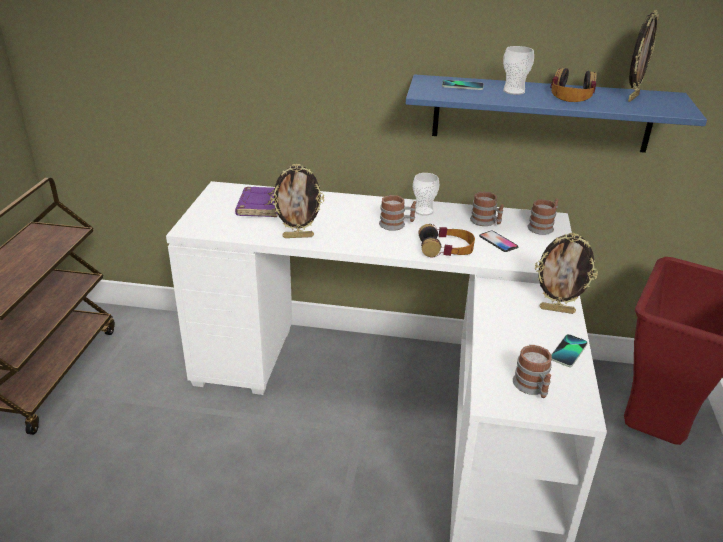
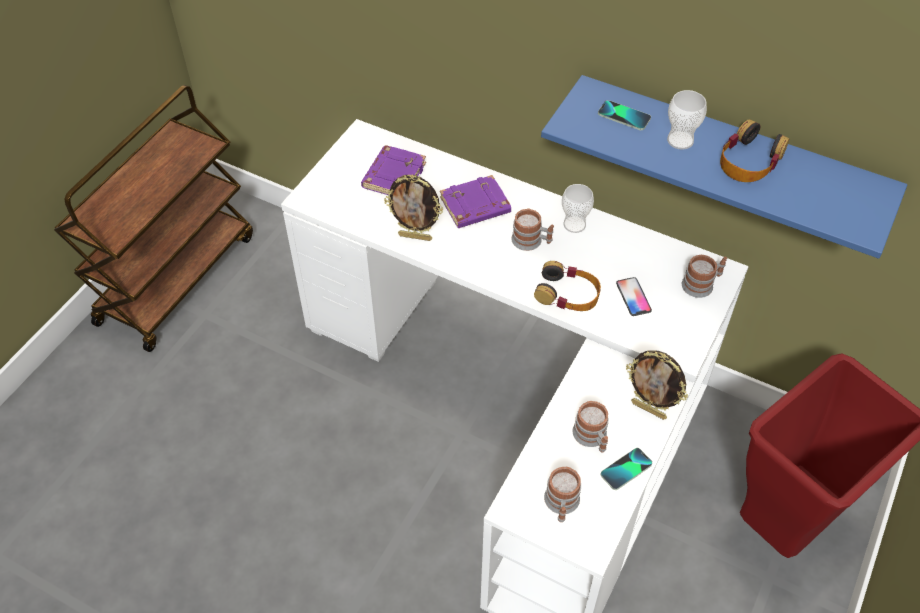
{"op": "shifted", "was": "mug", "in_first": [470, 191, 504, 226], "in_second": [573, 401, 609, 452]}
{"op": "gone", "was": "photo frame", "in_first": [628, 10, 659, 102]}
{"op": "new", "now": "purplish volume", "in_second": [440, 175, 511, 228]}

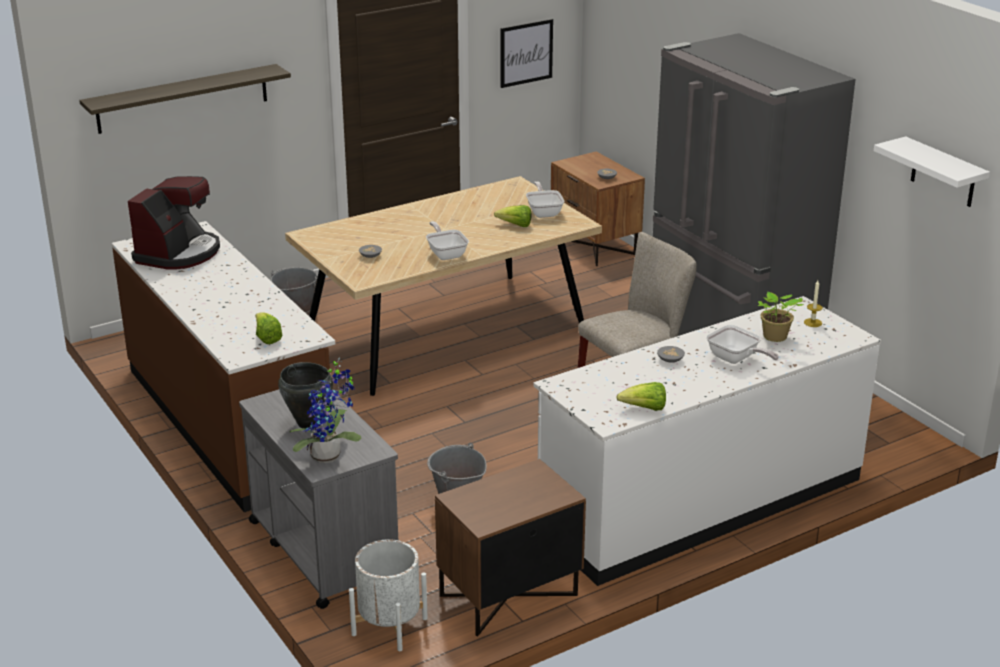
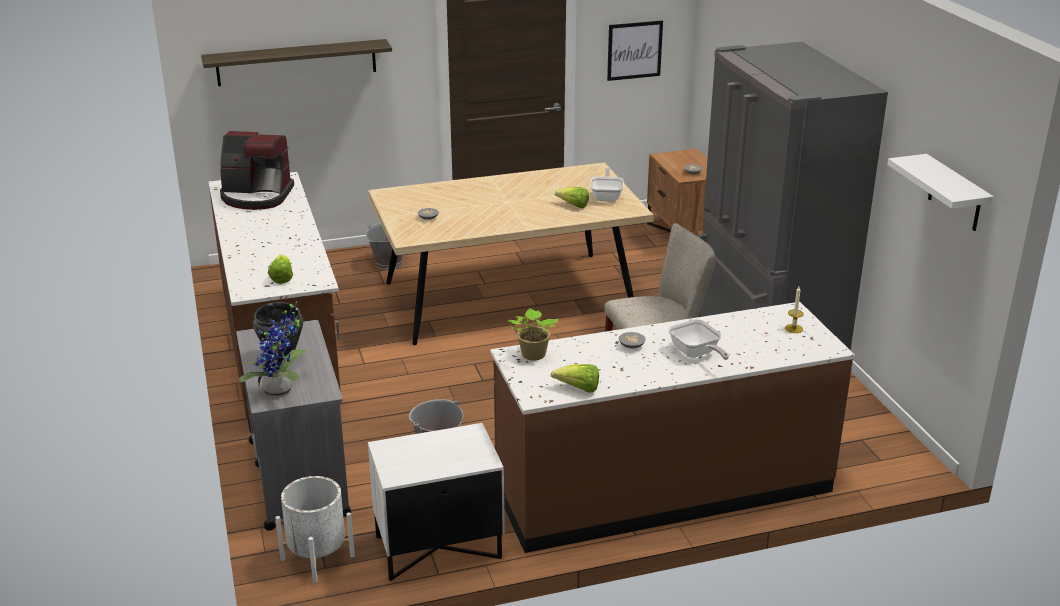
{"op": "rotated", "was": "coffee brewer", "in_first": [128, 176, 220, 269], "in_second": [220, 131, 294, 210], "clockwise": 60}
{"op": "gone", "was": "skillet", "in_first": [426, 221, 469, 260]}
{"op": "repainted", "was": "brown night table", "now": "white-coloured night table", "in_first": [435, 459, 586, 636], "in_second": [368, 423, 505, 581]}
{"op": "repainted", "was": "white-coloured counter", "now": "brown counter", "in_first": [533, 296, 881, 586], "in_second": [490, 302, 855, 553]}
{"op": "shifted", "was": "plant in a pot", "in_first": [758, 292, 804, 342], "in_second": [508, 308, 558, 360]}

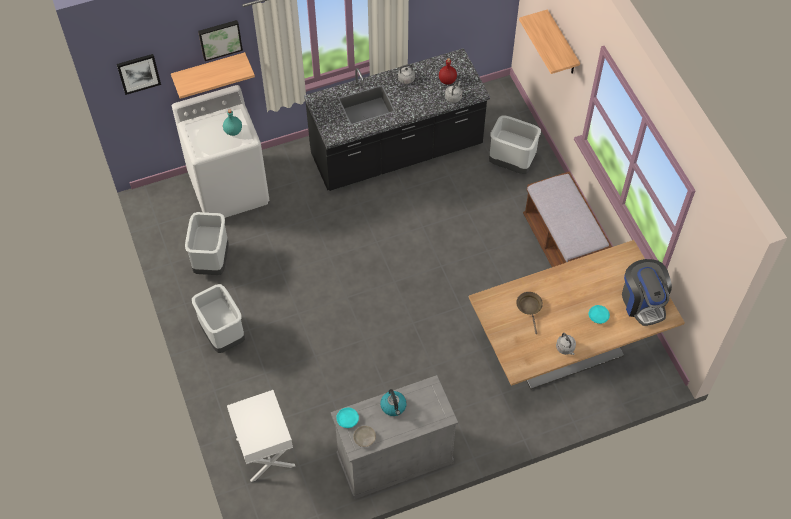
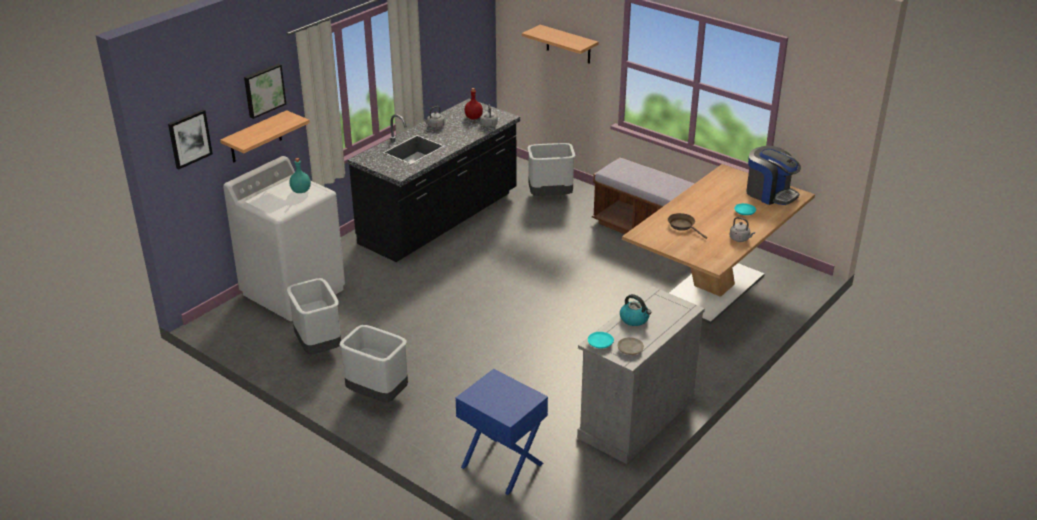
{"op": "repainted", "was": "white-coloured night table", "now": "bluish night table", "in_first": [227, 390, 295, 482], "in_second": [455, 369, 548, 495]}

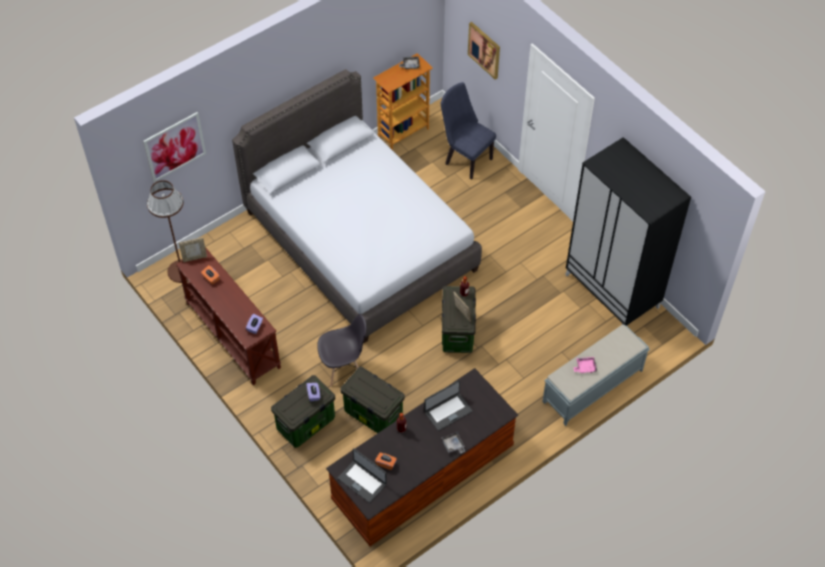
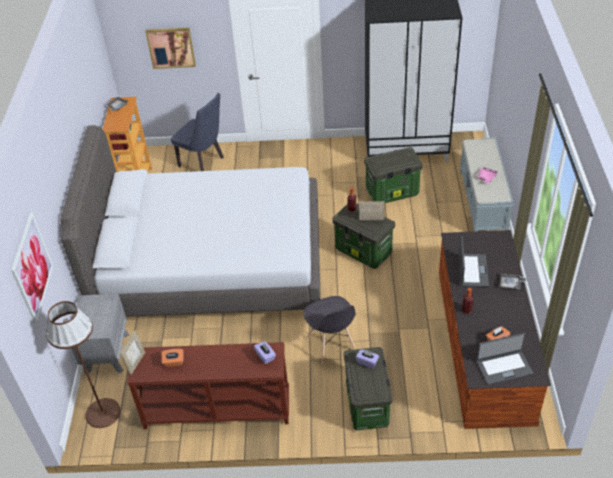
{"op": "rotated", "was": "greyish chair", "in_first": [317, 314, 367, 387], "in_second": [303, 296, 356, 364], "clockwise": 135}
{"op": "shifted", "was": "storage container", "in_first": [340, 367, 405, 433], "in_second": [364, 147, 423, 203]}
{"op": "rotated", "was": "bluish chair", "in_first": [441, 82, 496, 180], "in_second": [171, 93, 224, 171], "clockwise": -135}
{"op": "new", "now": "greyish night table", "in_second": [72, 294, 130, 374]}

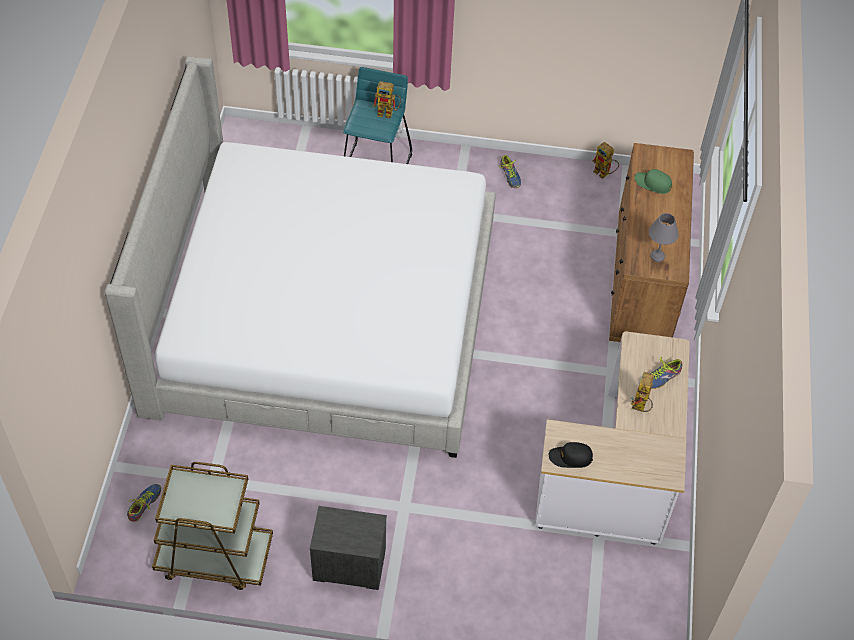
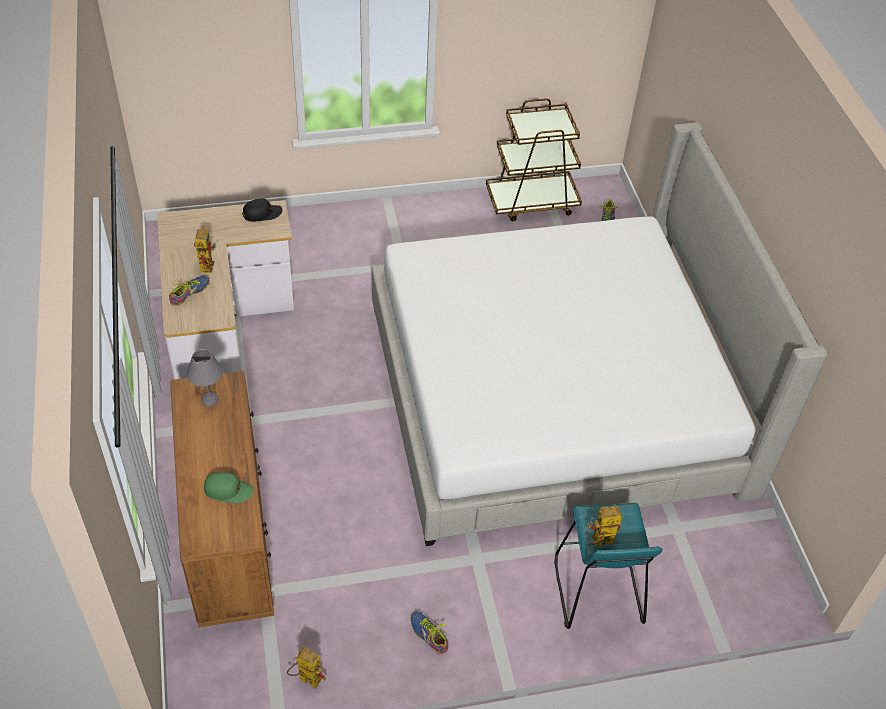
{"op": "gone", "was": "night table", "in_first": [310, 506, 387, 590]}

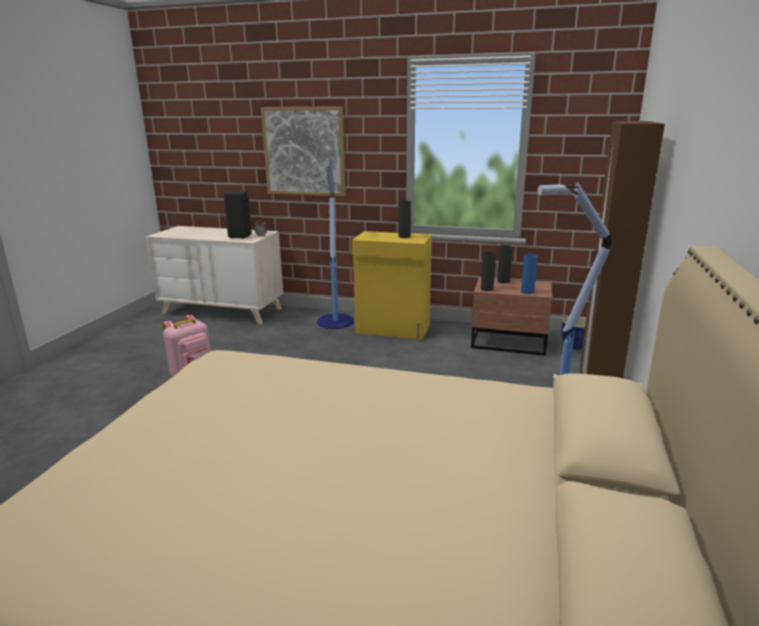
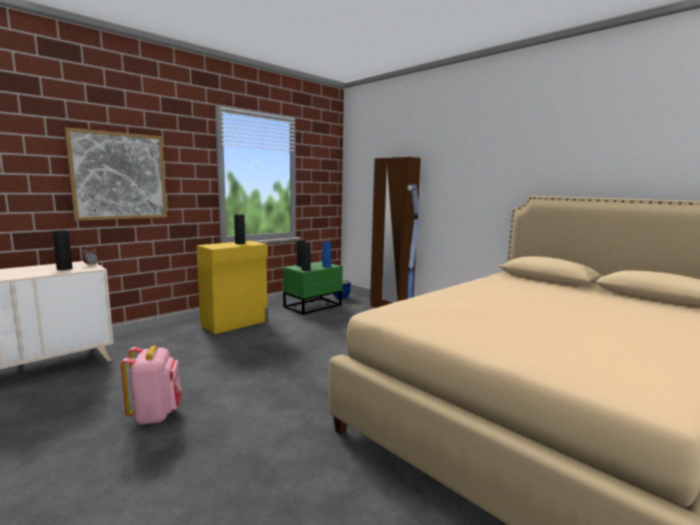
{"op": "swapped", "was": "black-coloured speaker", "now": "black-coloured flower vase", "in_first": [223, 191, 252, 239], "in_second": [52, 230, 73, 270]}
{"op": "gone", "was": "standard lamp", "in_first": [317, 157, 354, 329]}
{"op": "repainted", "was": "brown night table", "now": "greenish night table", "in_first": [471, 277, 552, 356], "in_second": [283, 261, 343, 315]}

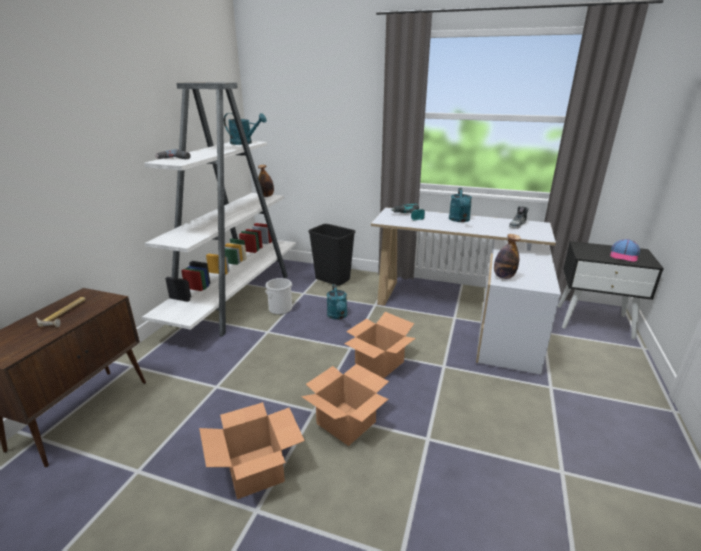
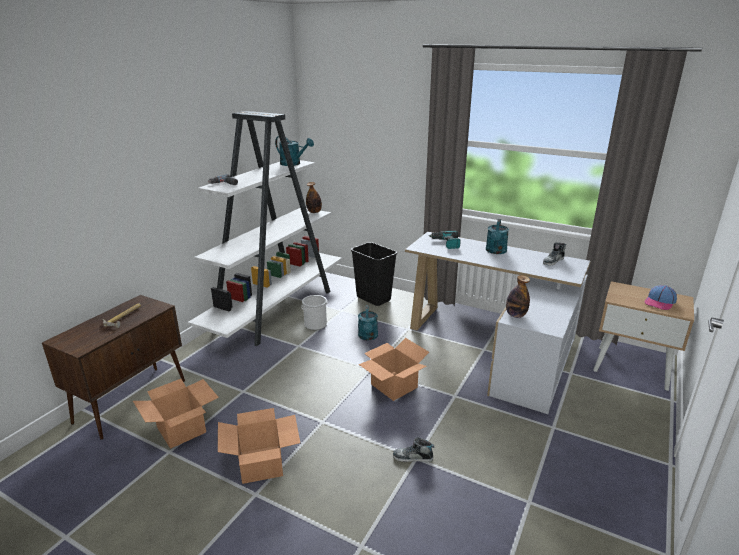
{"op": "shifted", "was": "carton", "in_first": [301, 364, 389, 446], "in_second": [133, 379, 219, 449]}
{"op": "repainted", "was": "black-coloured night table", "now": "sand-coloured night table", "in_first": [558, 241, 664, 340], "in_second": [593, 281, 694, 391]}
{"op": "new", "now": "shoe", "in_second": [393, 437, 434, 462]}

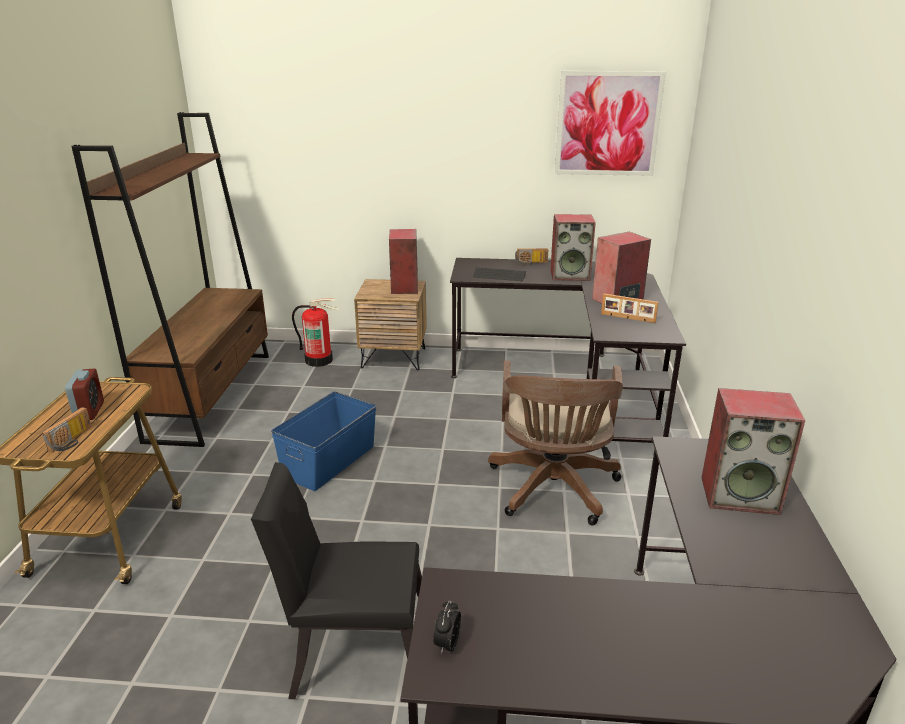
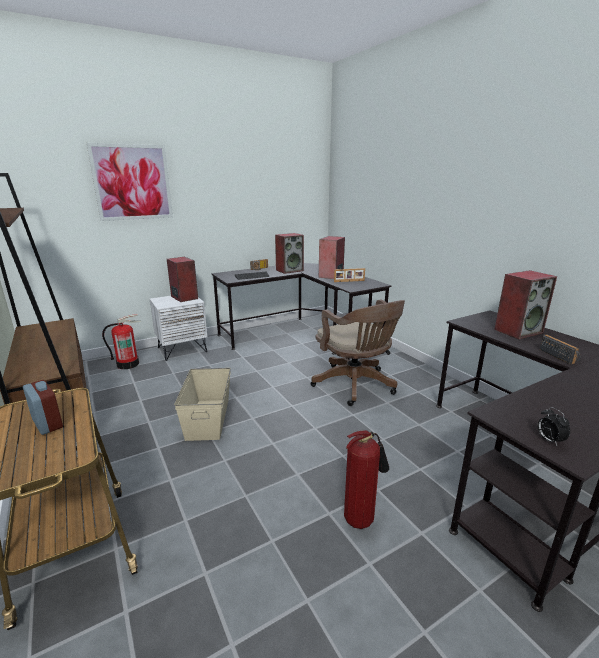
{"op": "shifted", "was": "radio set", "in_first": [42, 407, 91, 452], "in_second": [540, 335, 581, 364]}
{"op": "swapped", "was": "black-coloured chair", "now": "fire extinguisher", "in_first": [251, 462, 422, 699], "in_second": [344, 430, 389, 529]}
{"op": "repainted", "was": "bluish storage container", "now": "sand-coloured storage container", "in_first": [271, 391, 376, 491], "in_second": [174, 368, 231, 441]}
{"op": "repainted", "was": "brown night table", "now": "white-coloured night table", "in_first": [354, 279, 427, 371], "in_second": [150, 296, 207, 361]}
{"op": "shifted", "was": "wall picture", "in_first": [555, 71, 666, 176], "in_second": [87, 143, 173, 221]}

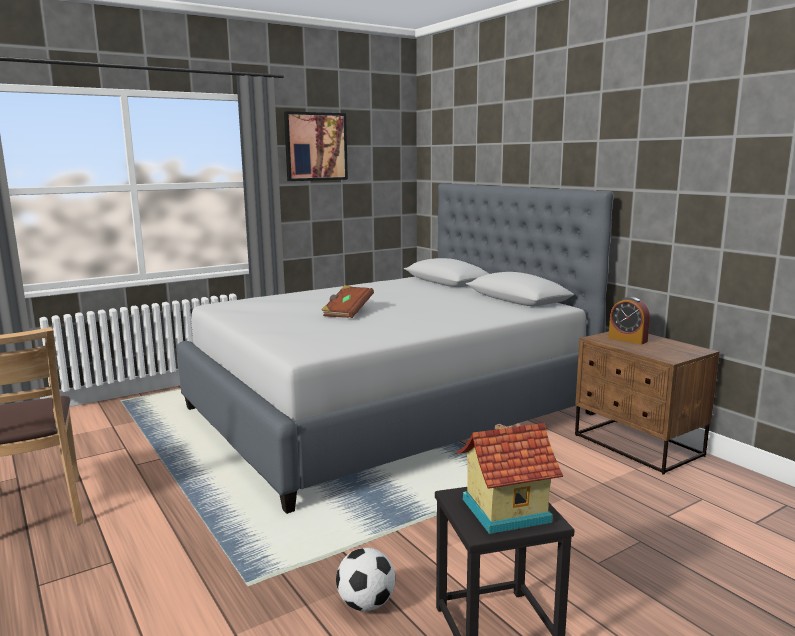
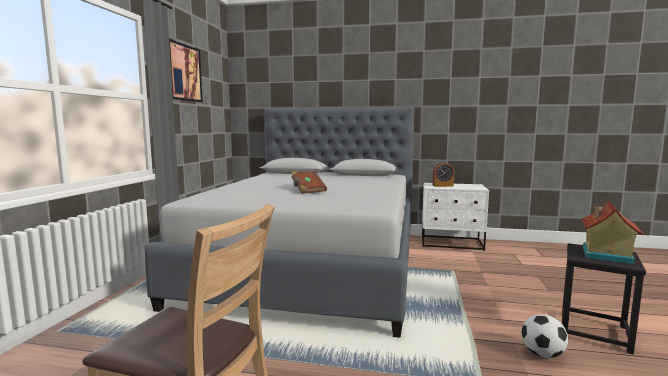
{"op": "repainted", "was": "brown night table", "now": "white-coloured night table", "in_first": [575, 331, 719, 475], "in_second": [422, 183, 489, 251]}

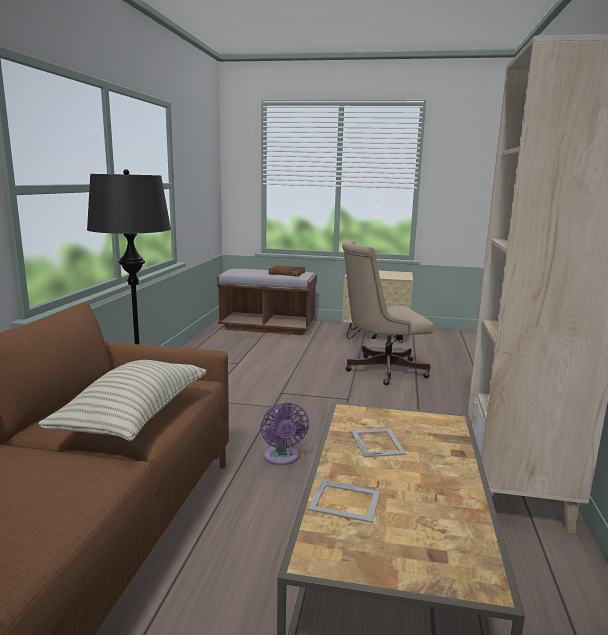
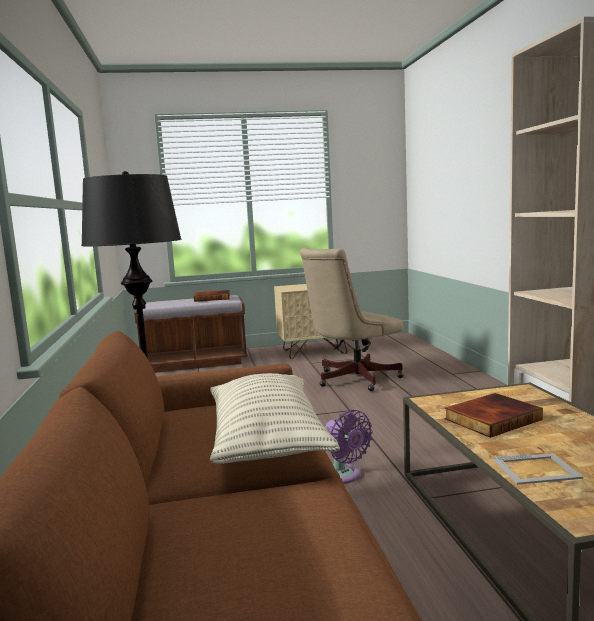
{"op": "swapped", "was": "photo frame", "now": "volume", "in_first": [351, 429, 406, 457], "in_second": [444, 393, 543, 438]}

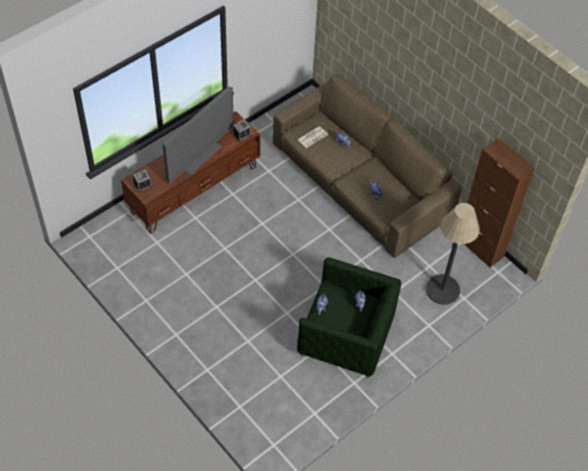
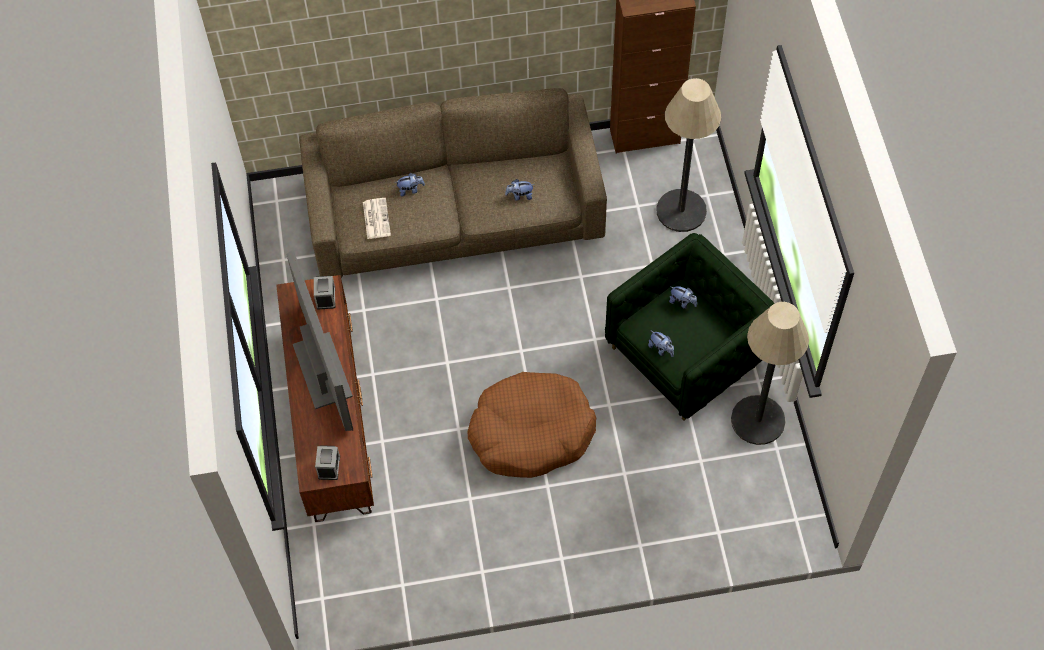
{"op": "new", "now": "brown pet bed", "in_second": [468, 372, 596, 478]}
{"op": "new", "now": "standard lamp", "in_second": [731, 302, 809, 445]}

